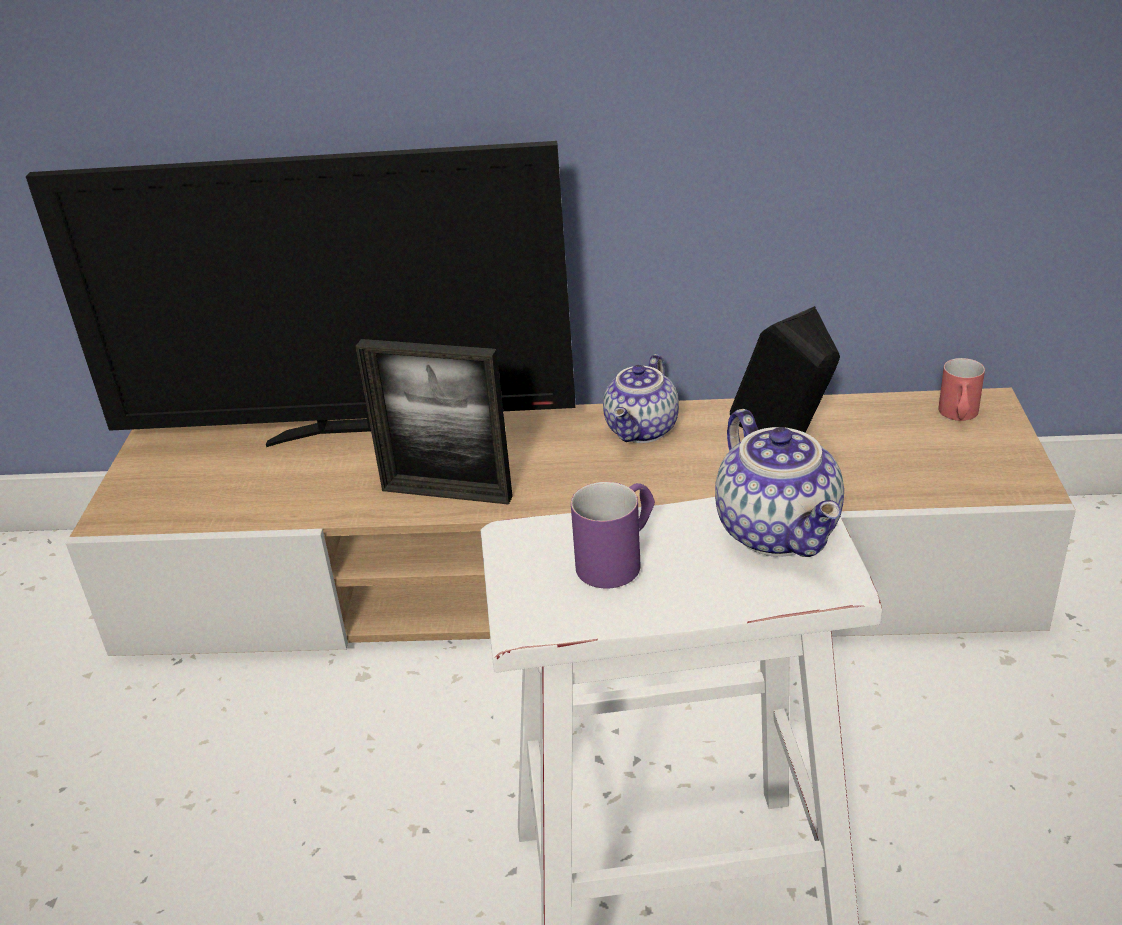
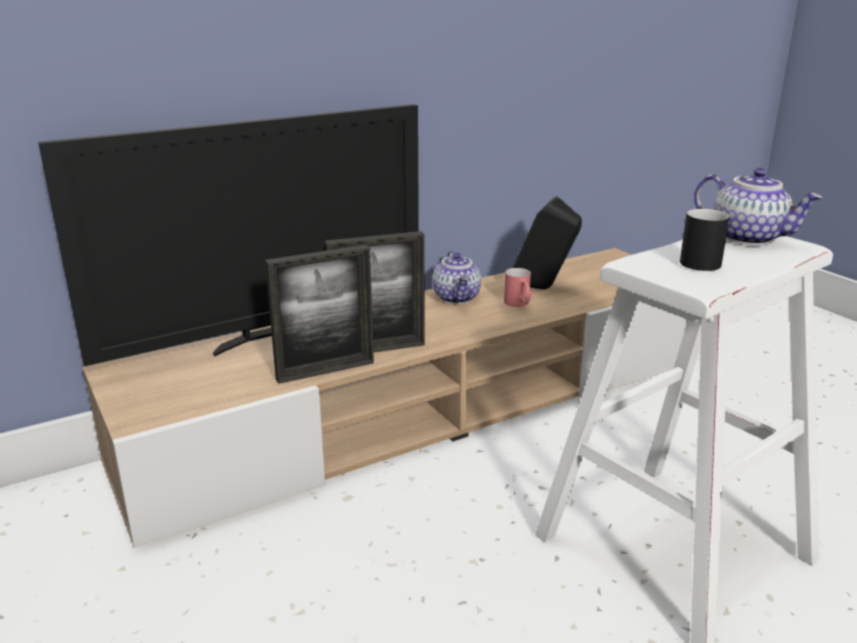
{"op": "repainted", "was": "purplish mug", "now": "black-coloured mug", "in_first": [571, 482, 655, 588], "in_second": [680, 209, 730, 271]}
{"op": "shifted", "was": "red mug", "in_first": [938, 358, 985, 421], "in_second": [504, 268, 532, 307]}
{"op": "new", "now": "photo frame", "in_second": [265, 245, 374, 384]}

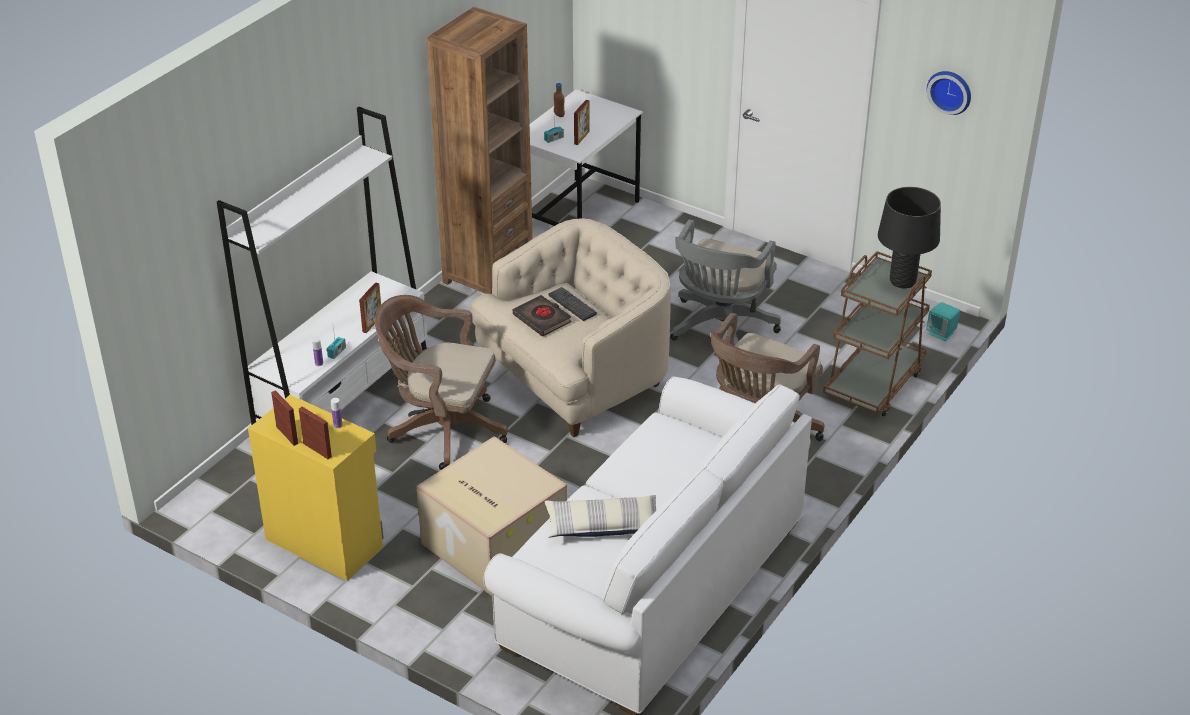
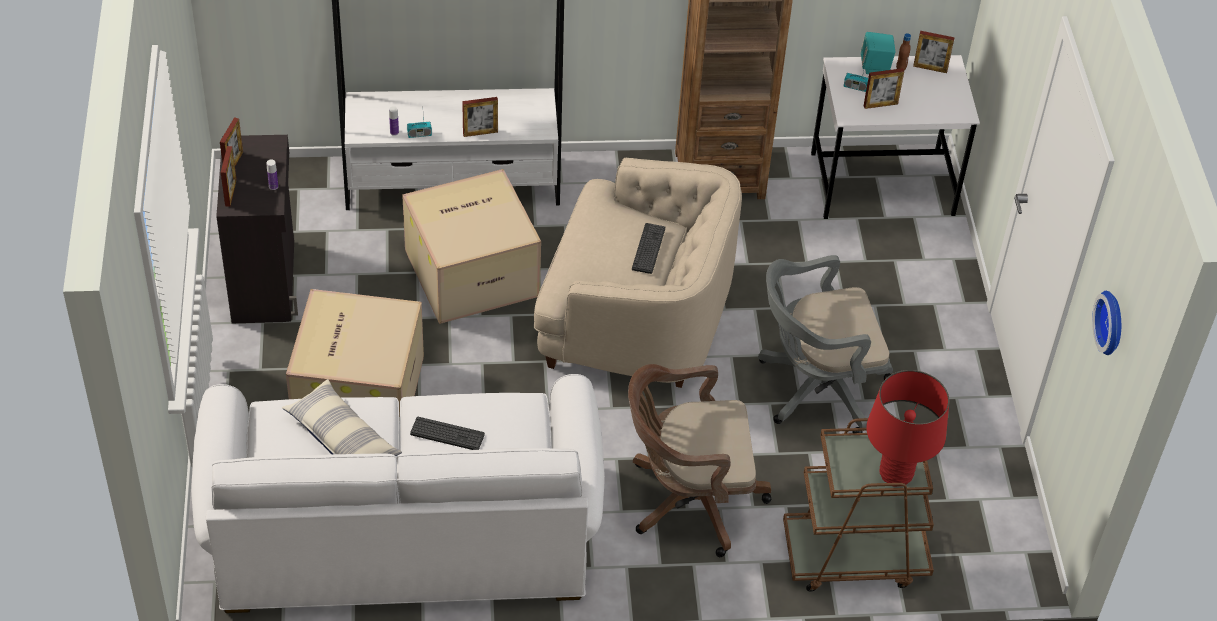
{"op": "repainted", "was": "yellow-coloured cupboard", "now": "black-coloured cupboard", "in_first": [248, 395, 384, 581], "in_second": [216, 135, 298, 323]}
{"op": "swapped", "was": "brown computer chair", "now": "carton", "in_first": [375, 295, 508, 470], "in_second": [402, 169, 541, 324]}
{"op": "gone", "was": "black-coloured volume", "in_first": [513, 295, 571, 337]}
{"op": "repainted", "was": "black-coloured lamp for a table", "now": "red lamp for a table", "in_first": [878, 187, 941, 289], "in_second": [866, 370, 949, 484]}
{"op": "shifted", "was": "blue-green speaker", "in_first": [926, 302, 960, 341], "in_second": [860, 32, 896, 74]}
{"op": "new", "now": "keyboard", "in_second": [410, 417, 485, 450]}
{"op": "new", "now": "photo frame", "in_second": [913, 31, 955, 73]}

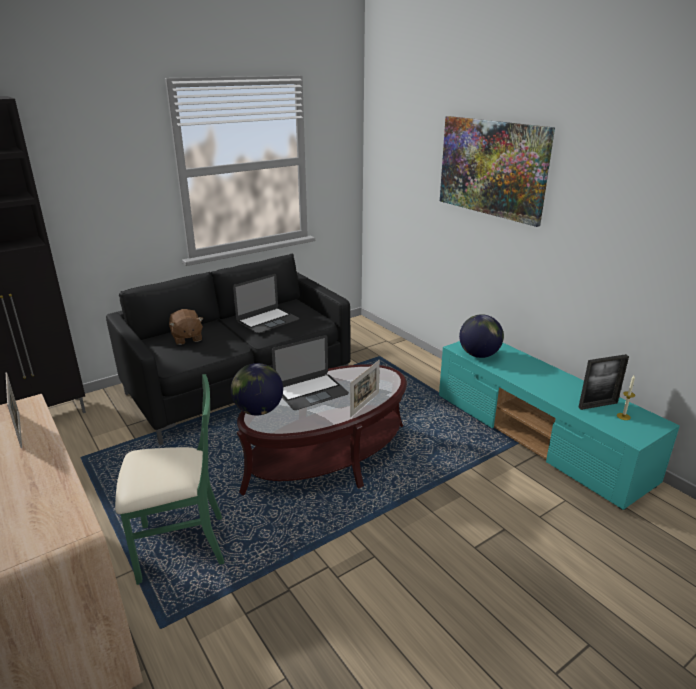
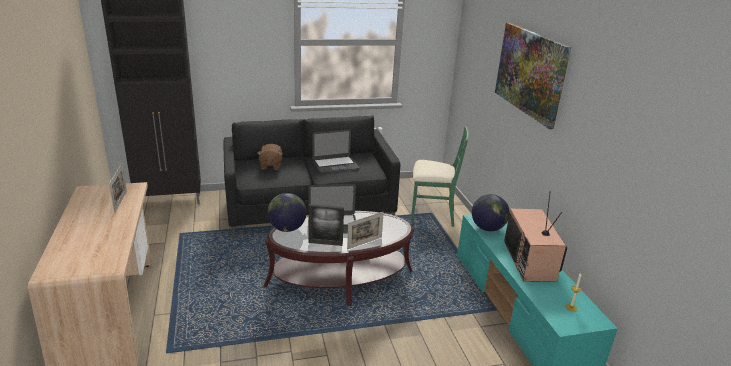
{"op": "shifted", "was": "greenish chair", "in_first": [115, 374, 224, 585], "in_second": [411, 126, 469, 227]}
{"op": "shifted", "was": "photo frame", "in_first": [578, 354, 629, 410], "in_second": [308, 204, 344, 246]}
{"op": "new", "now": "television", "in_second": [504, 191, 567, 282]}

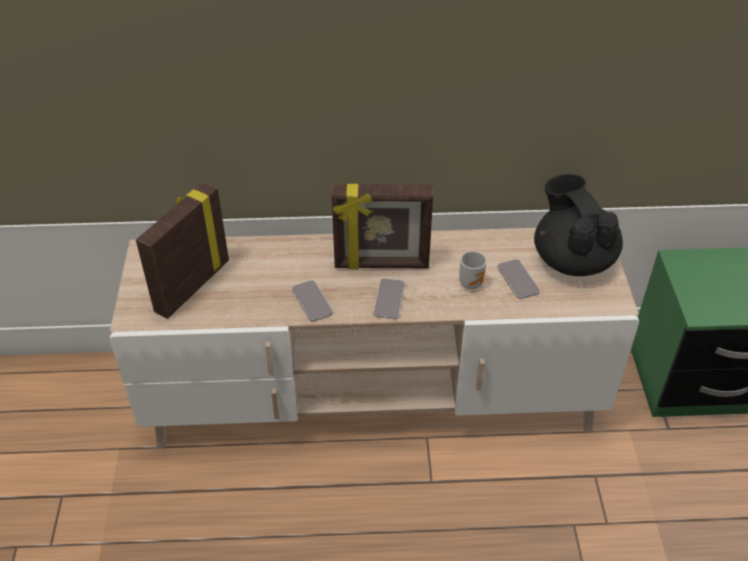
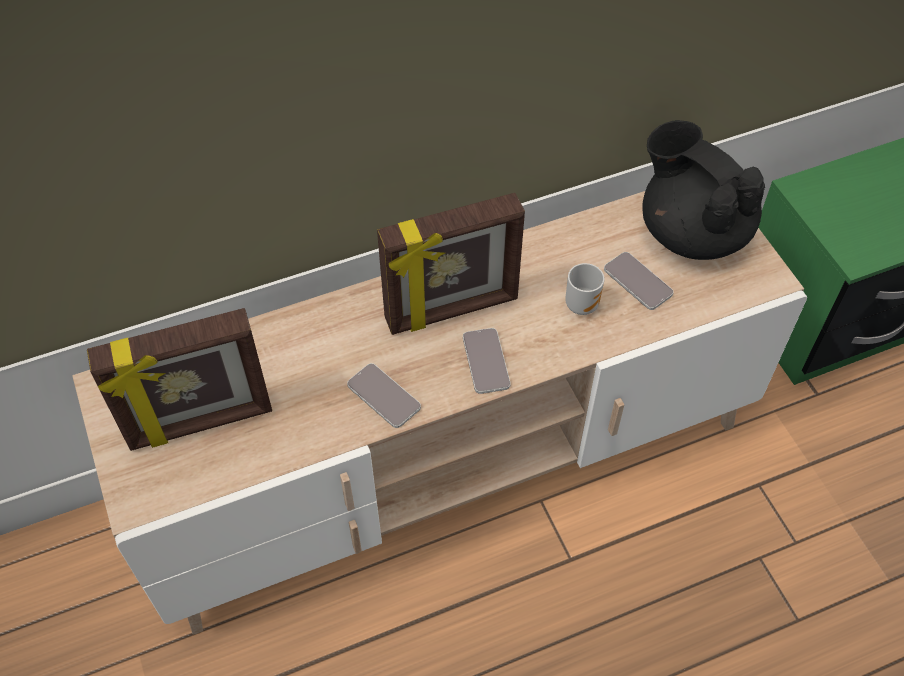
{"op": "rotated", "was": "photo frame", "in_first": [136, 182, 229, 319], "in_second": [87, 308, 272, 451], "clockwise": -120}

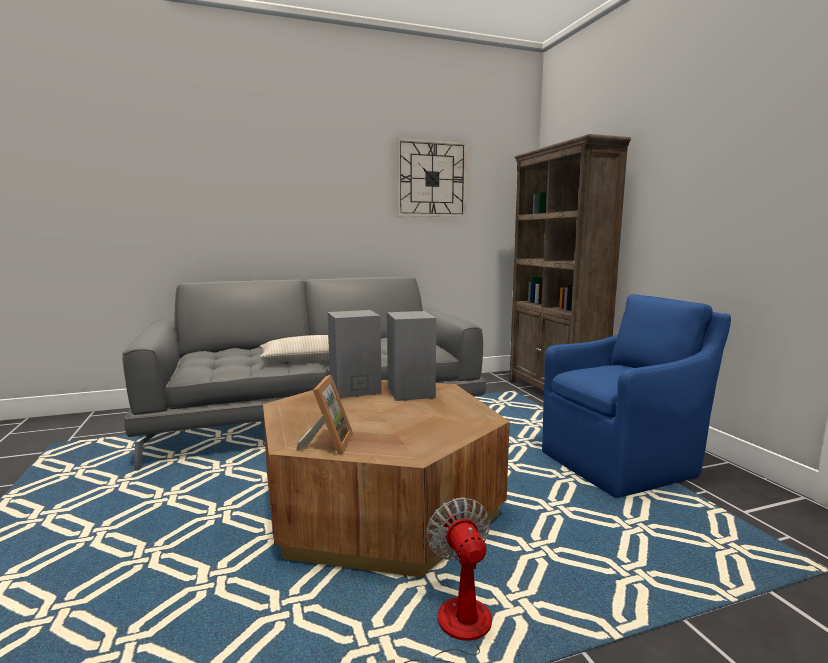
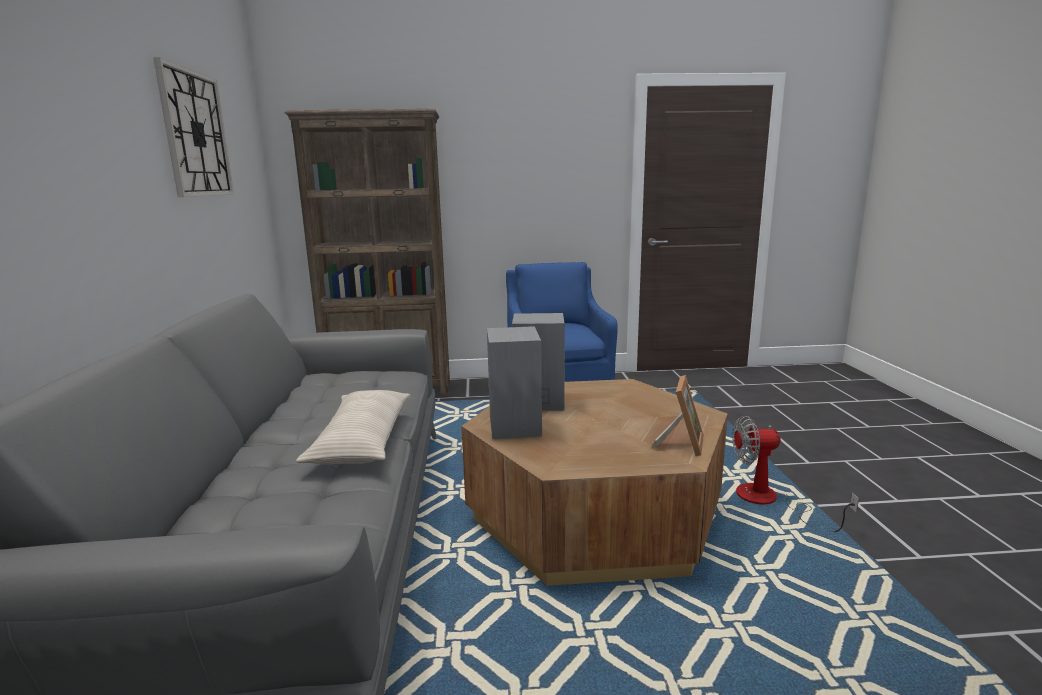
{"op": "rotated", "was": "photo frame", "in_first": [296, 375, 354, 455], "in_second": [651, 375, 704, 456], "clockwise": 90}

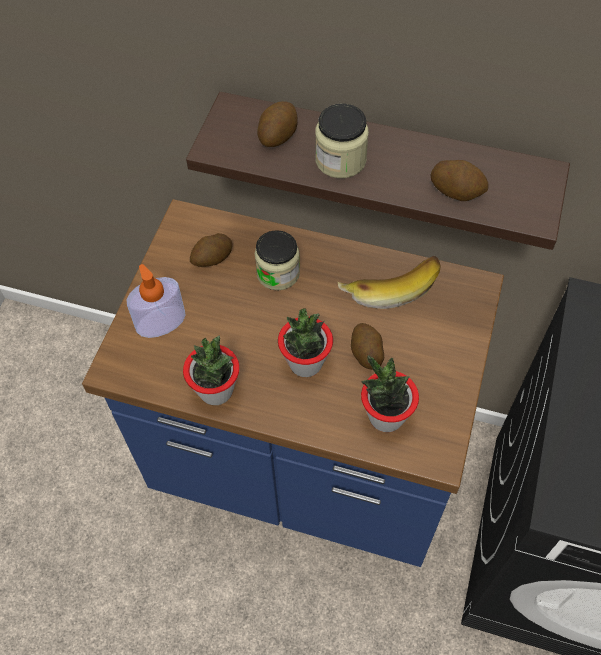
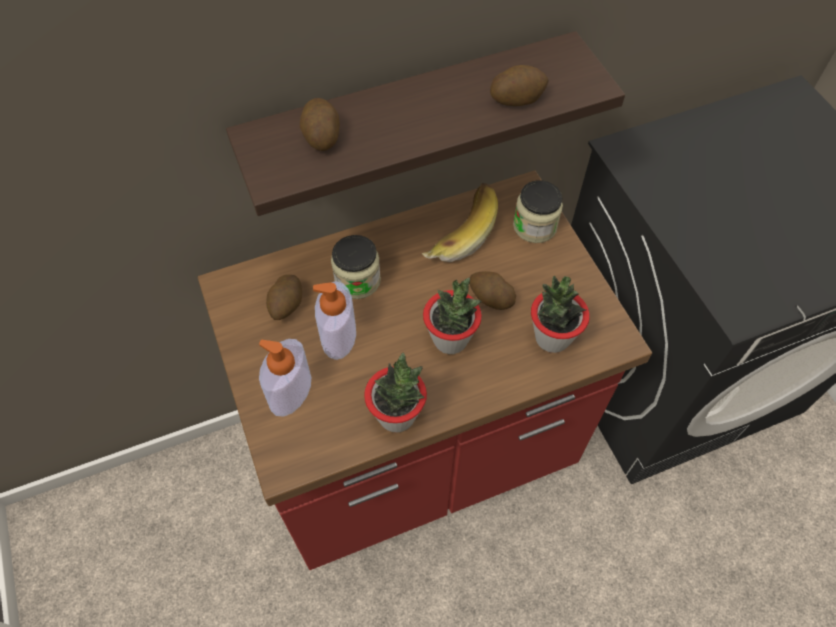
{"op": "repainted", "was": "bluish counter", "now": "red counter", "in_first": [82, 199, 504, 567], "in_second": [198, 170, 652, 570]}
{"op": "shifted", "was": "preserve jar", "in_first": [315, 103, 369, 178], "in_second": [513, 180, 563, 243]}
{"op": "new", "now": "soap bottle", "in_second": [313, 281, 356, 360]}

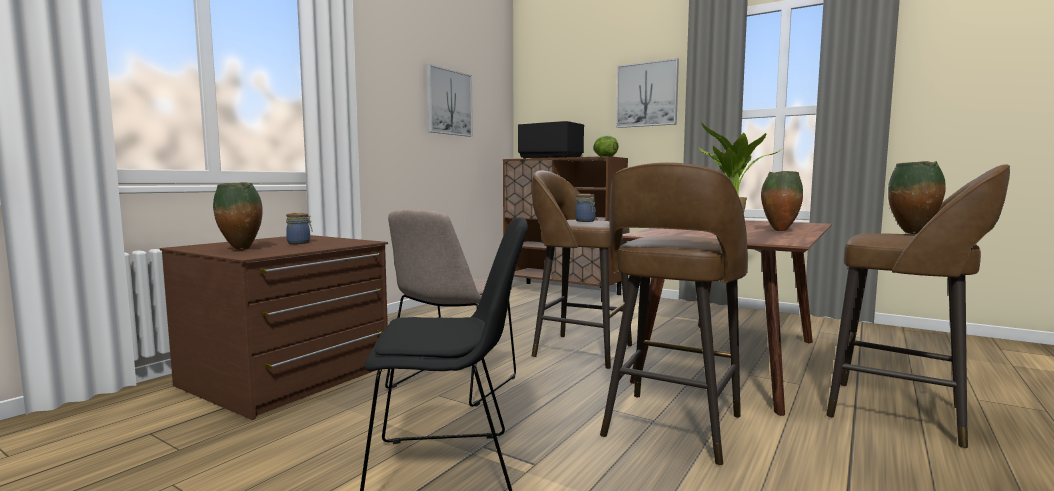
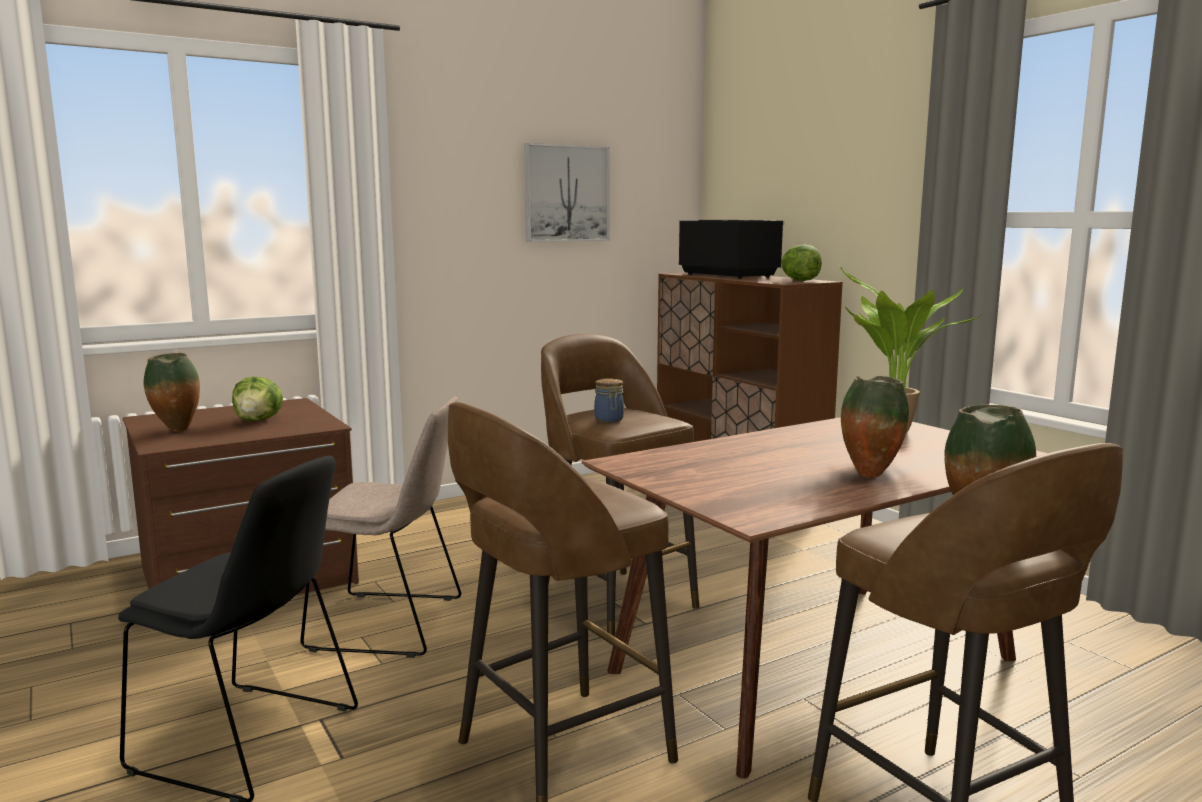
{"op": "swapped", "was": "preserve jar", "now": "head of lettuce", "in_first": [286, 213, 313, 244], "in_second": [232, 377, 283, 421]}
{"op": "rotated", "was": "sand-coloured chair", "in_first": [385, 209, 516, 407], "in_second": [300, 397, 461, 658], "clockwise": -135}
{"op": "gone", "was": "wall picture", "in_first": [616, 58, 679, 128]}

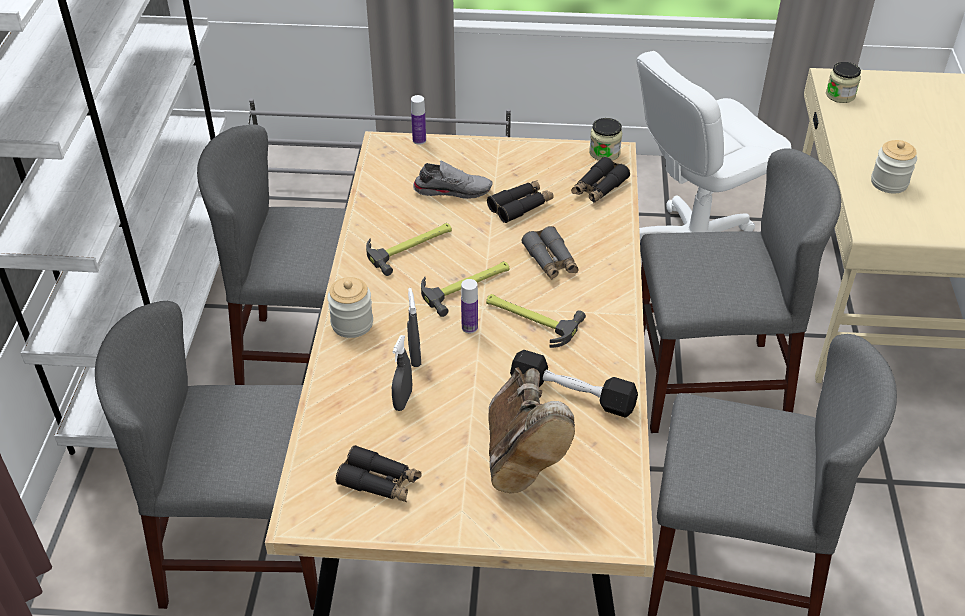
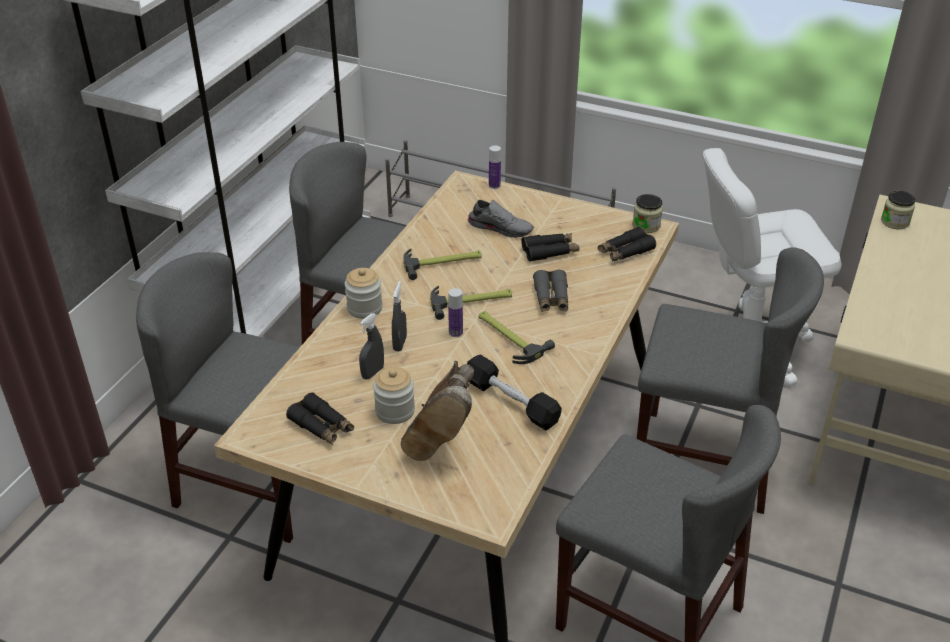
{"op": "shifted", "was": "preserve jar", "in_first": [871, 140, 917, 194], "in_second": [373, 367, 415, 424]}

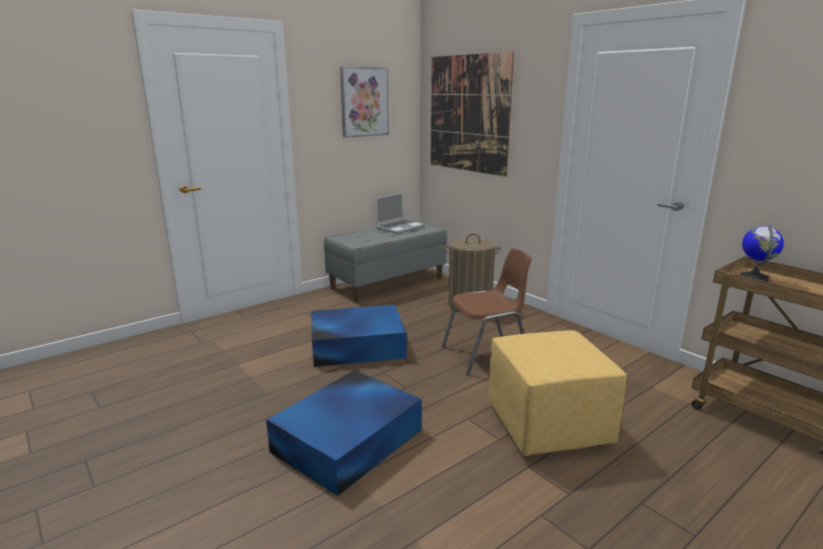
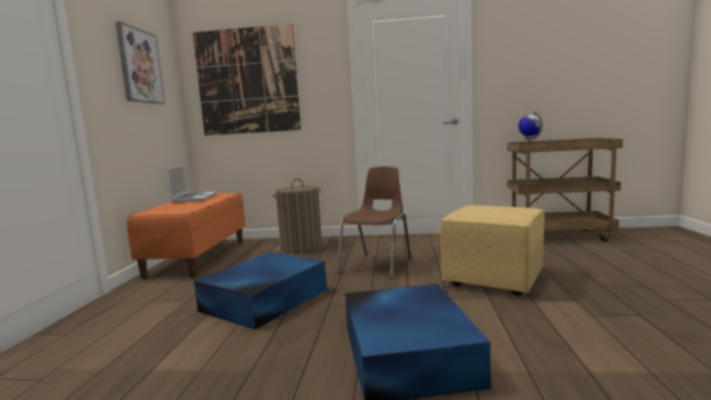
{"op": "repainted", "was": "greyish bench", "now": "orangey bench", "in_first": [324, 220, 447, 303], "in_second": [127, 193, 245, 279]}

